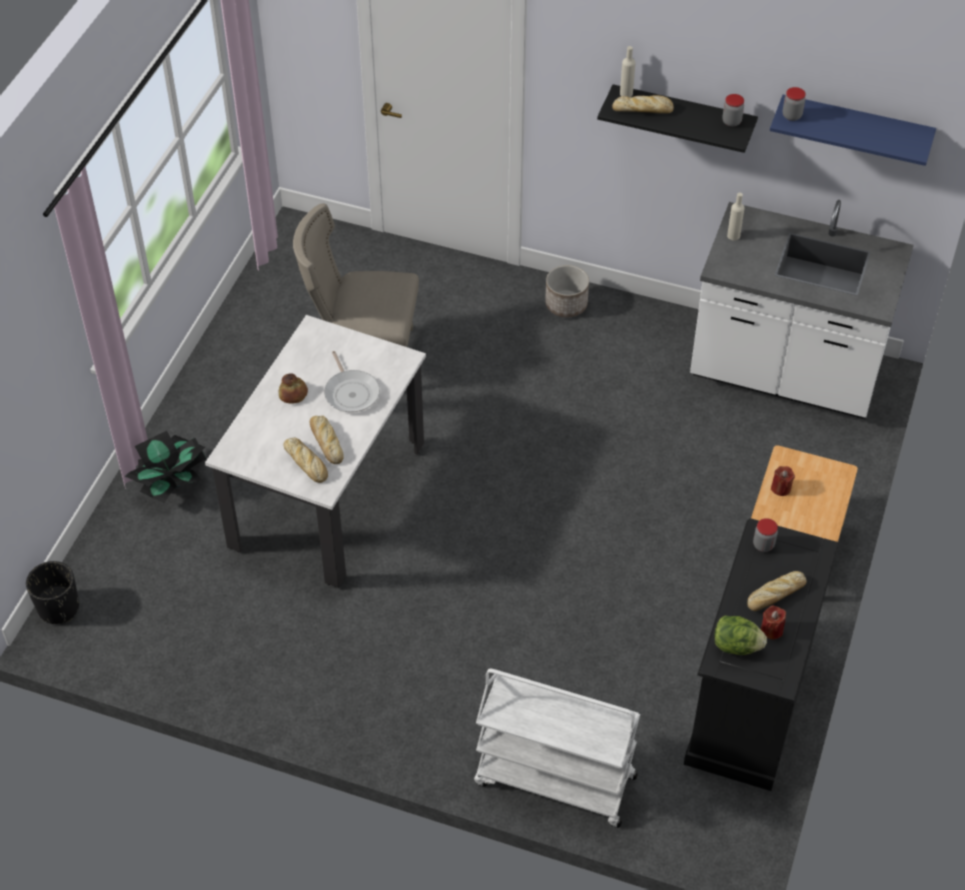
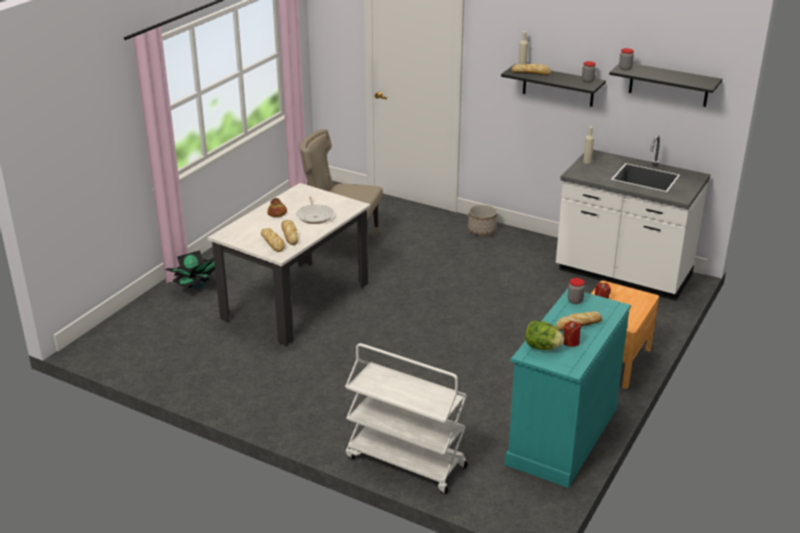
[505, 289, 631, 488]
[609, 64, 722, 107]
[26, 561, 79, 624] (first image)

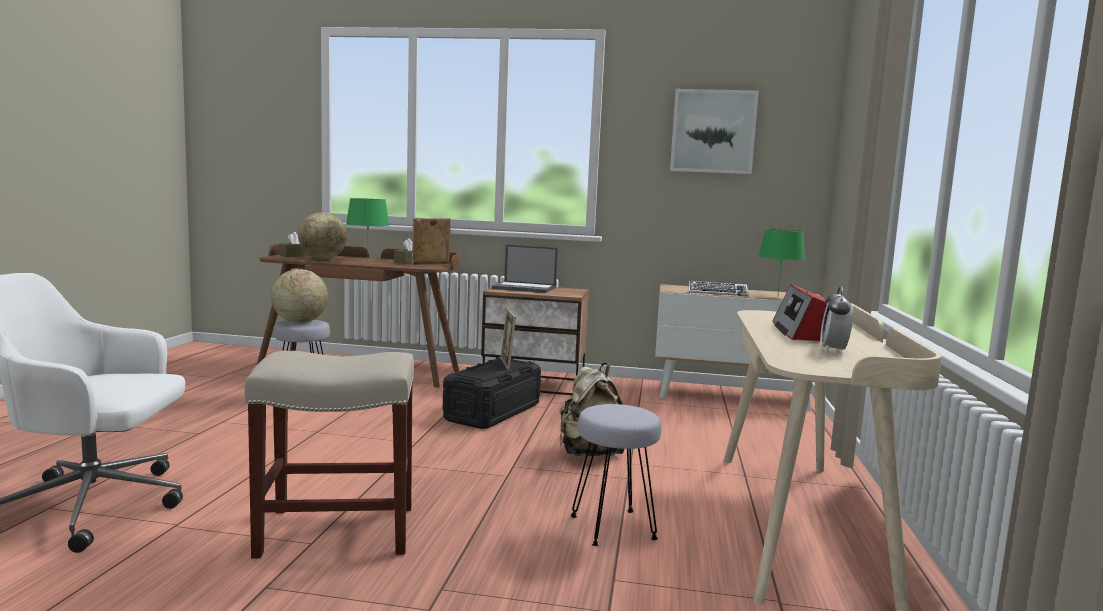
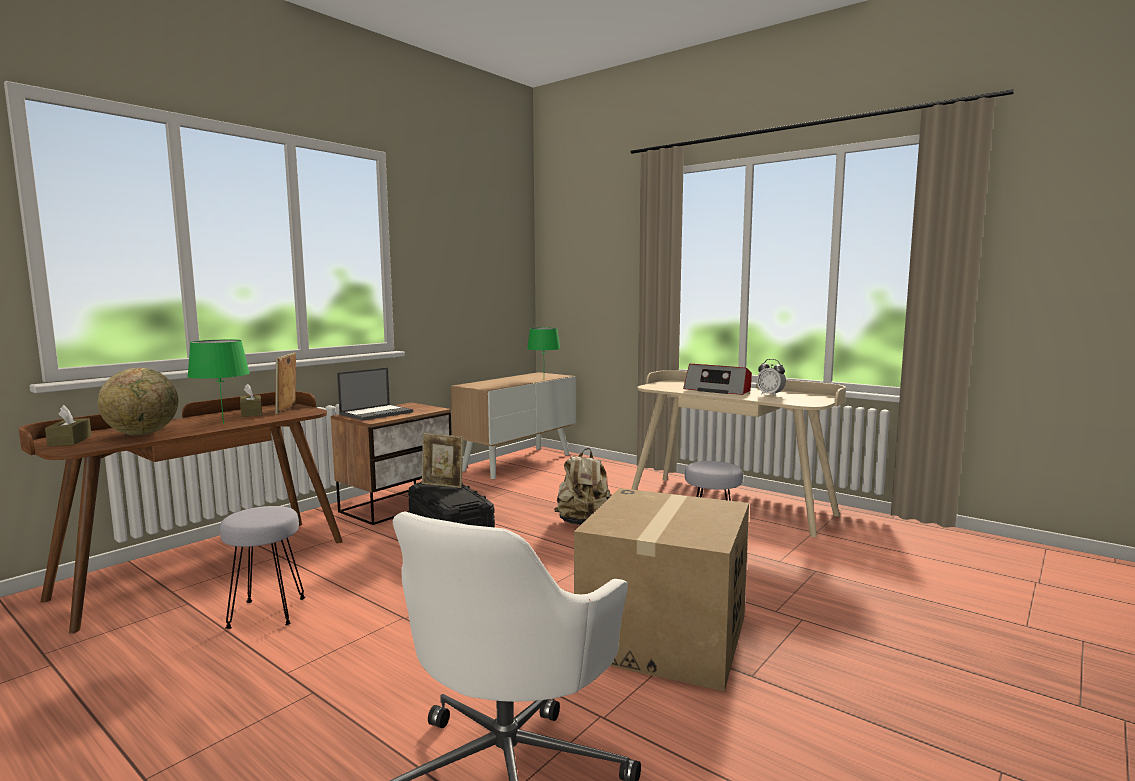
[574, 488, 749, 692]
[271, 269, 328, 323] (first image)
[670, 89, 759, 174] (first image)
[689, 281, 749, 296] (first image)

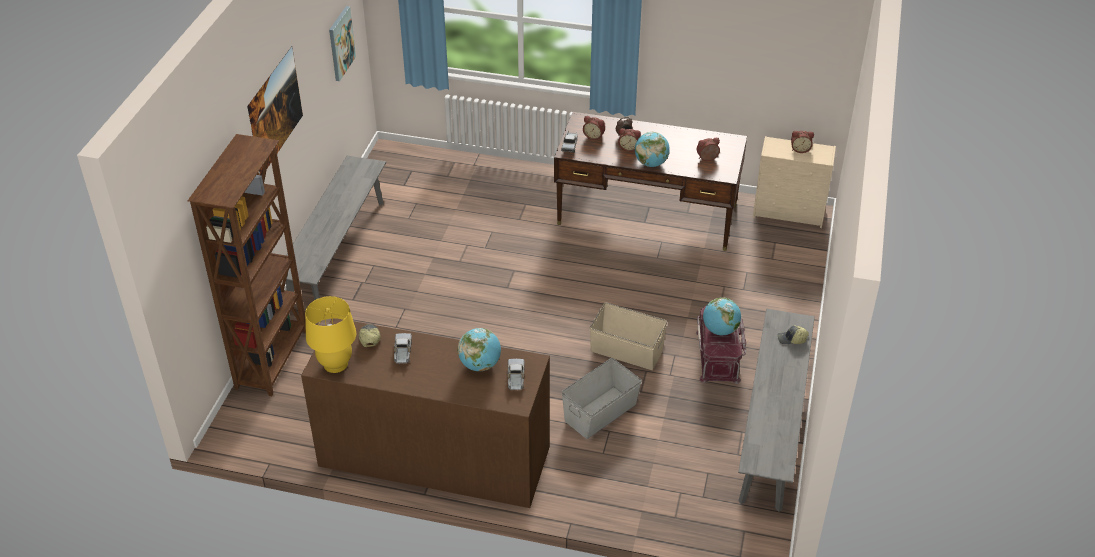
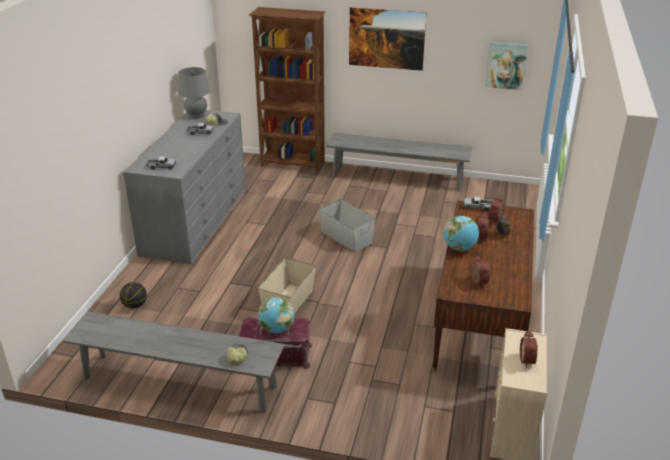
[120, 282, 147, 309]
[123, 110, 246, 264]
[178, 67, 210, 119]
[318, 199, 375, 252]
[458, 328, 501, 371] (first image)

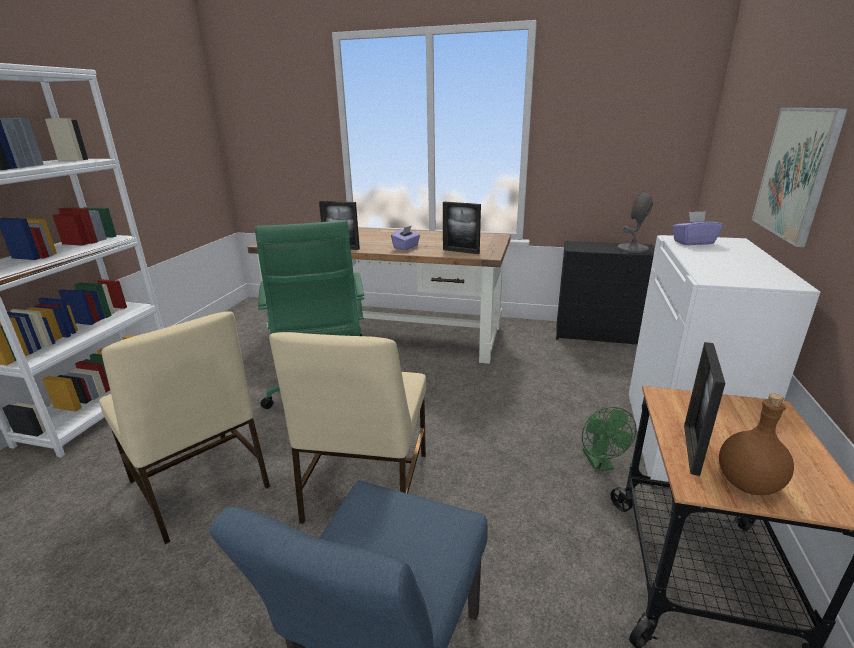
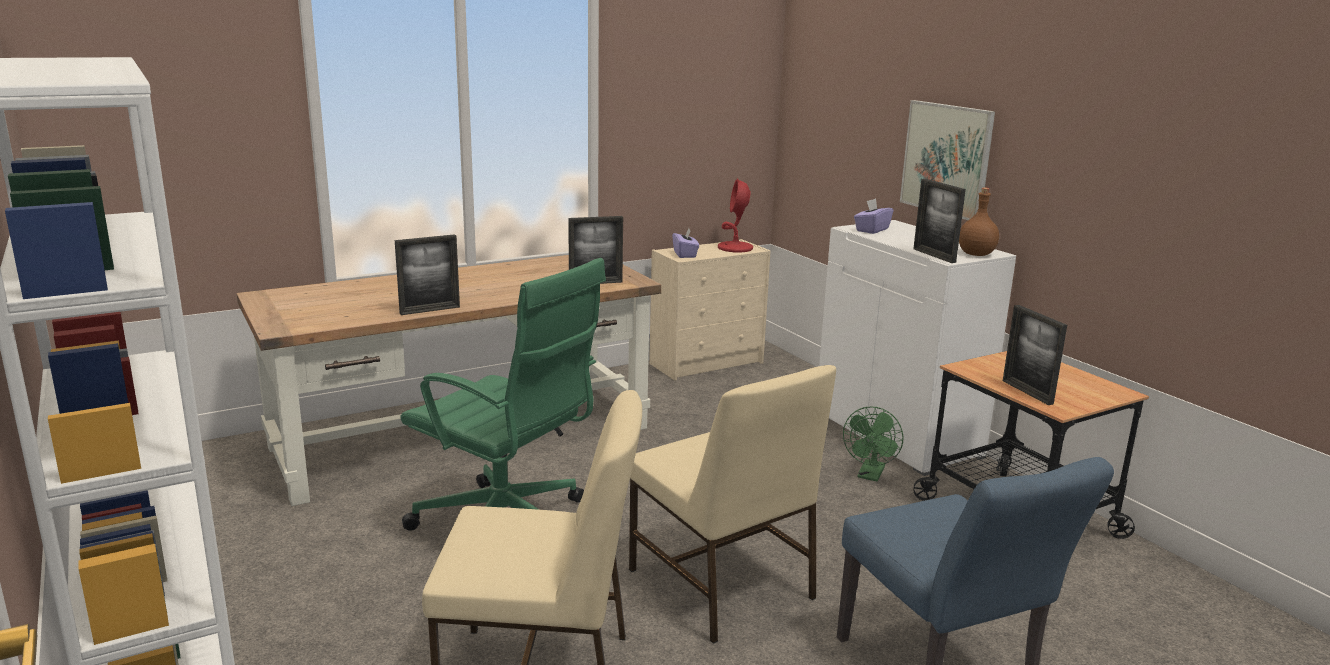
[649, 239, 771, 381]
[672, 228, 699, 258]
[718, 179, 753, 252]
[843, 407, 903, 482]
[913, 179, 966, 263]
[959, 187, 999, 256]

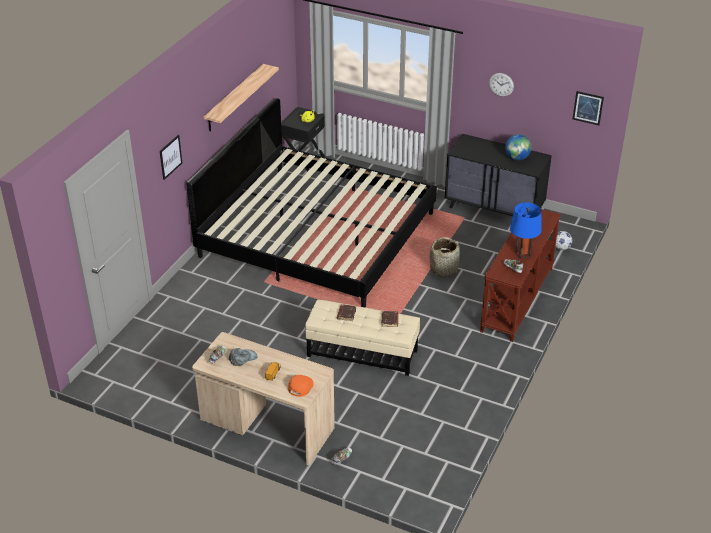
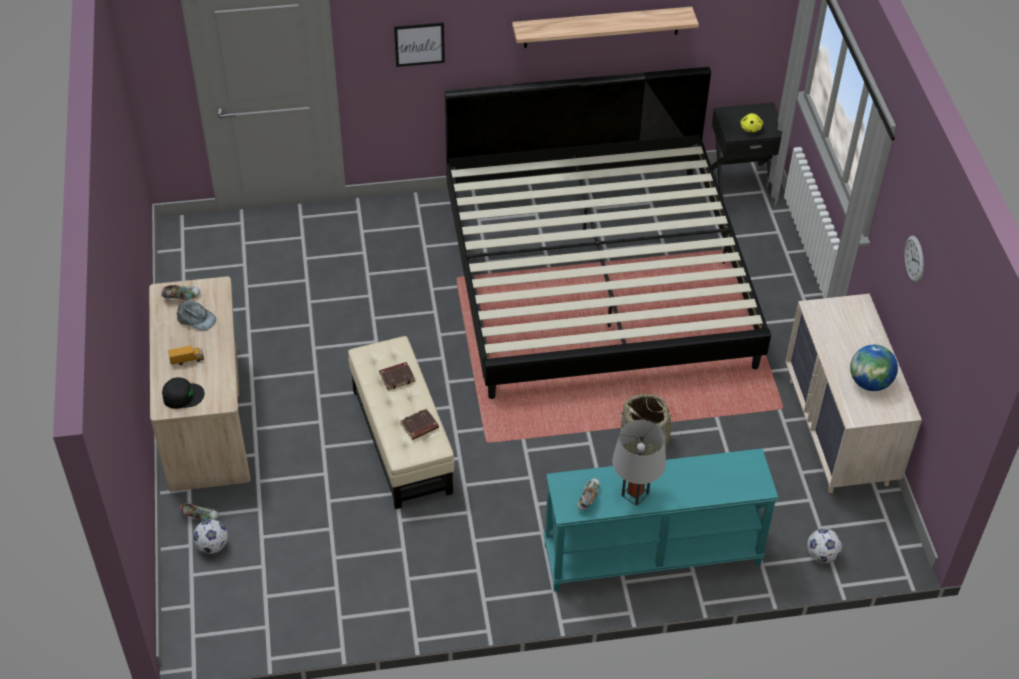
[162, 377, 205, 409]
[193, 519, 228, 554]
[544, 448, 779, 591]
[612, 420, 666, 506]
[785, 294, 922, 493]
[573, 91, 604, 125] (first image)

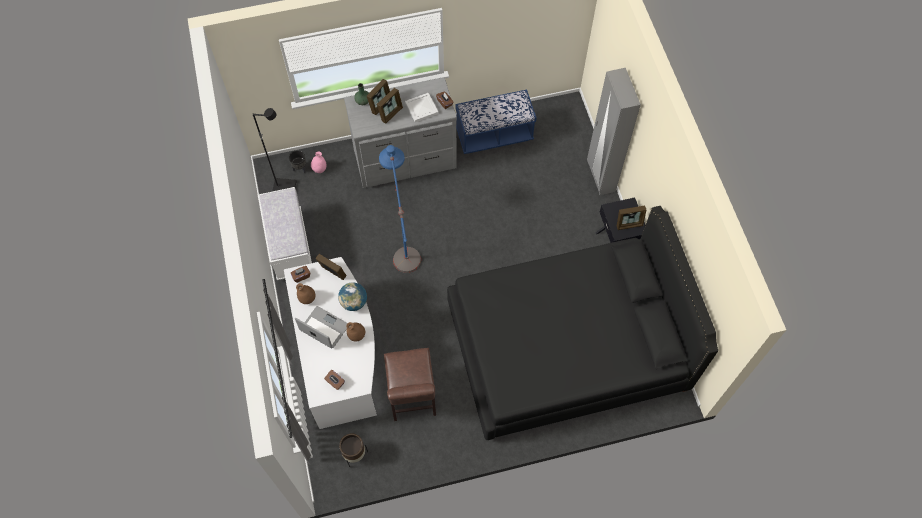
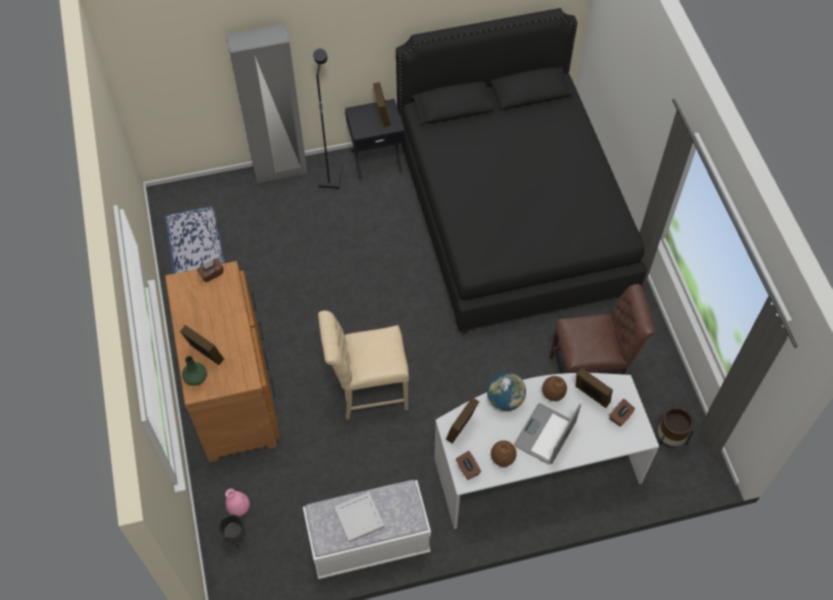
[165, 261, 280, 462]
[313, 49, 343, 189]
[318, 311, 409, 420]
[334, 492, 385, 543]
[575, 368, 613, 408]

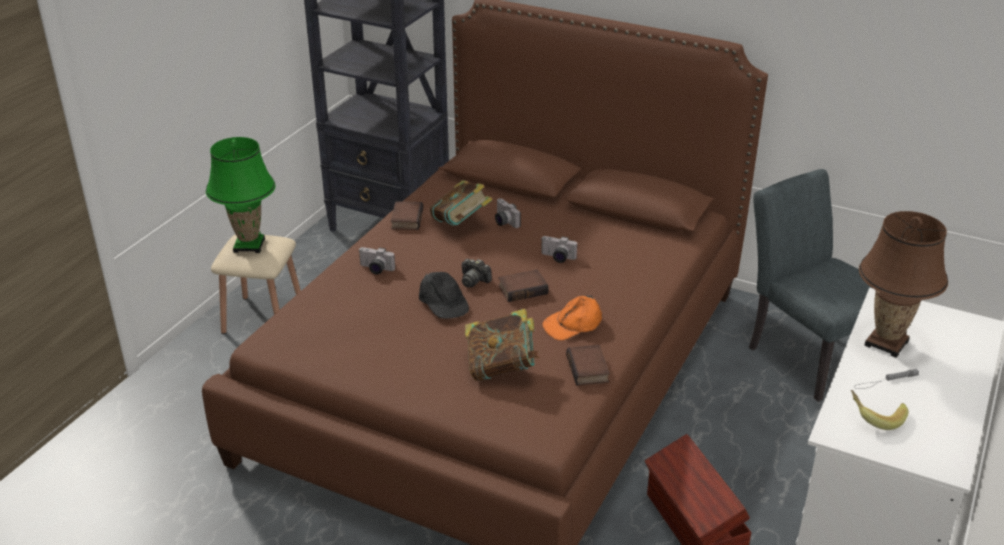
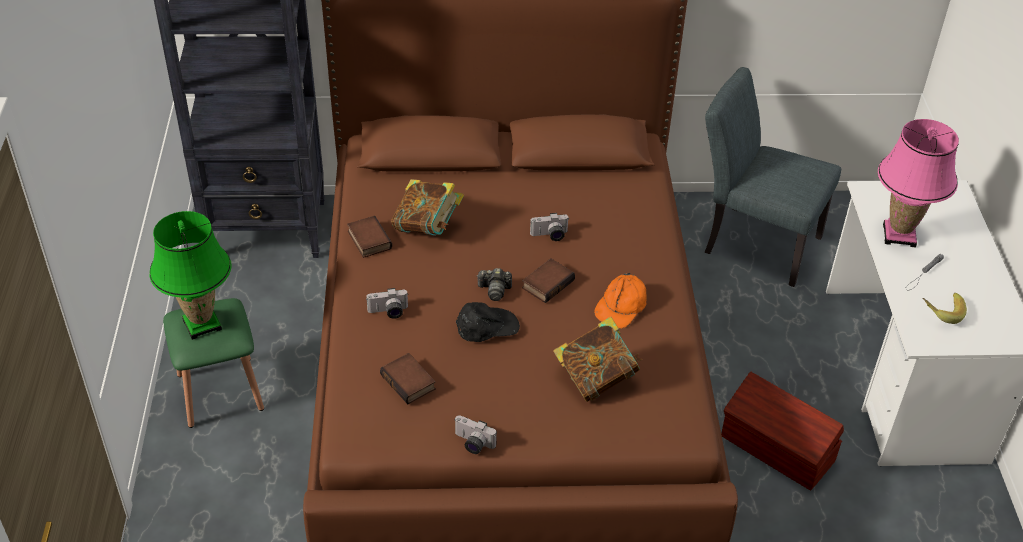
[163, 298, 264, 428]
[380, 353, 436, 405]
[454, 415, 497, 454]
[456, 302, 520, 342]
[878, 119, 959, 247]

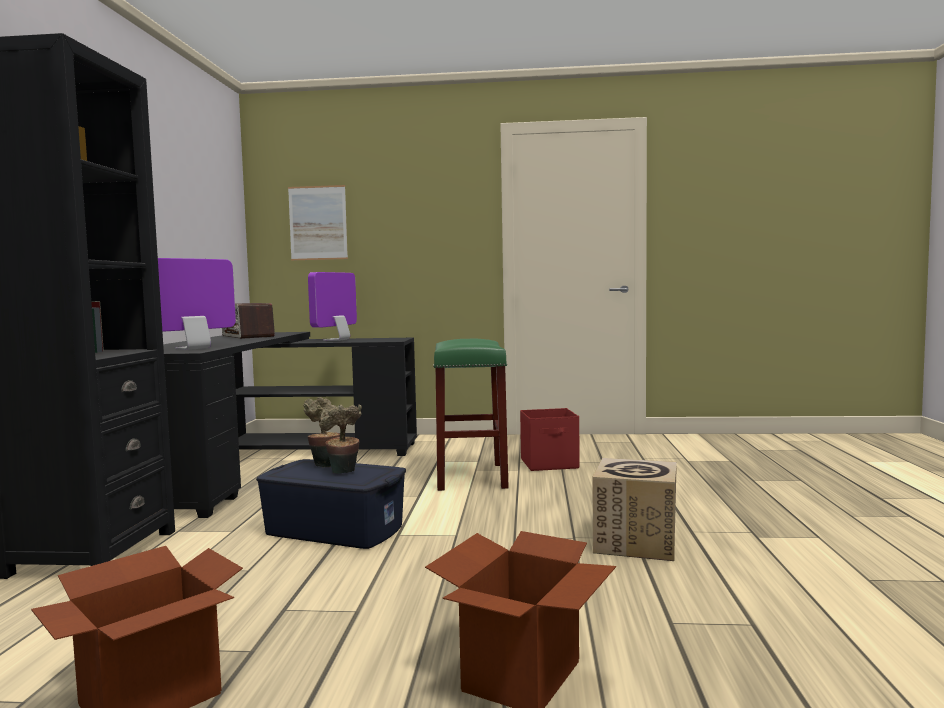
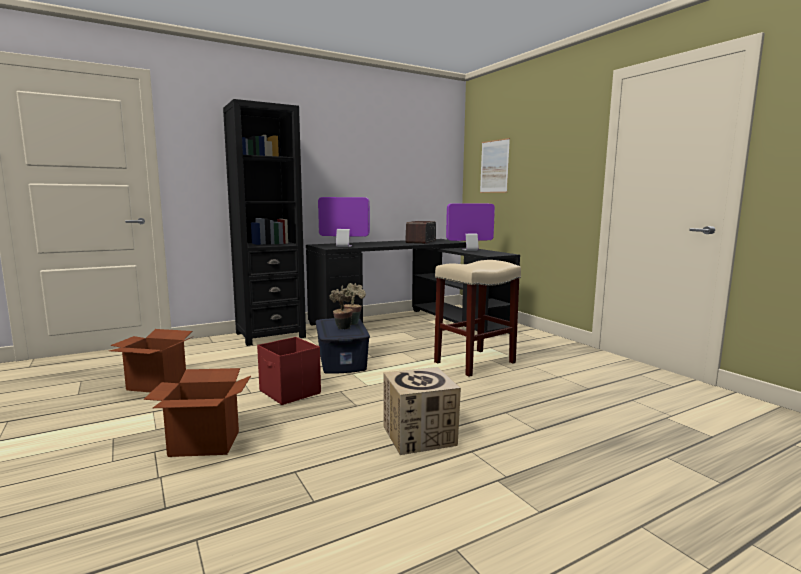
[257, 337, 321, 405]
[434, 260, 521, 377]

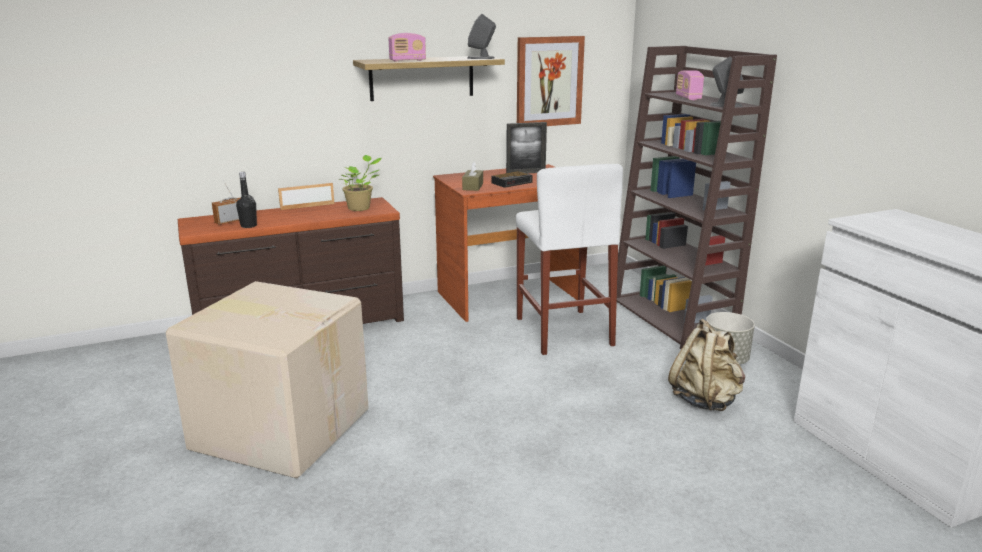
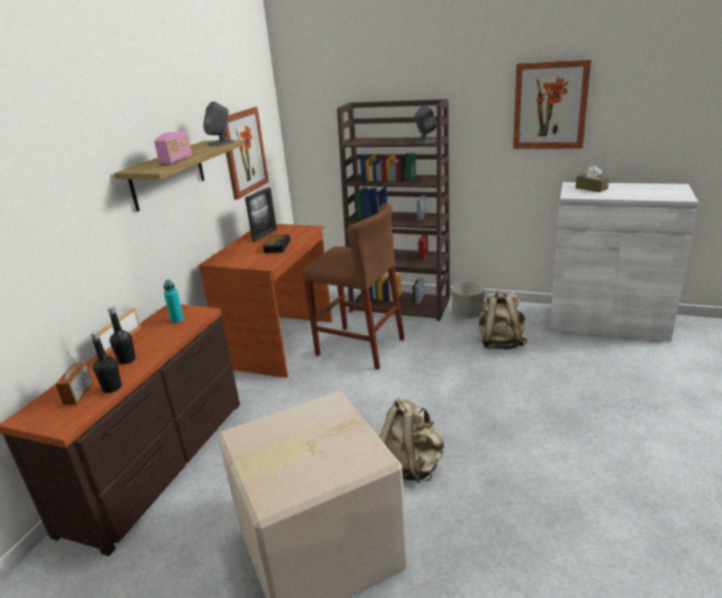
[108, 306, 136, 364]
[163, 280, 184, 323]
[302, 203, 404, 370]
[379, 397, 444, 483]
[513, 59, 591, 149]
[576, 165, 609, 192]
[676, 70, 704, 100] (first image)

